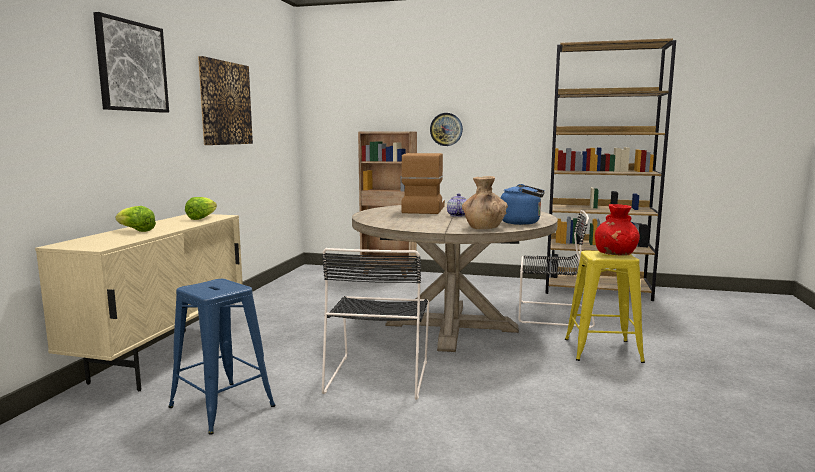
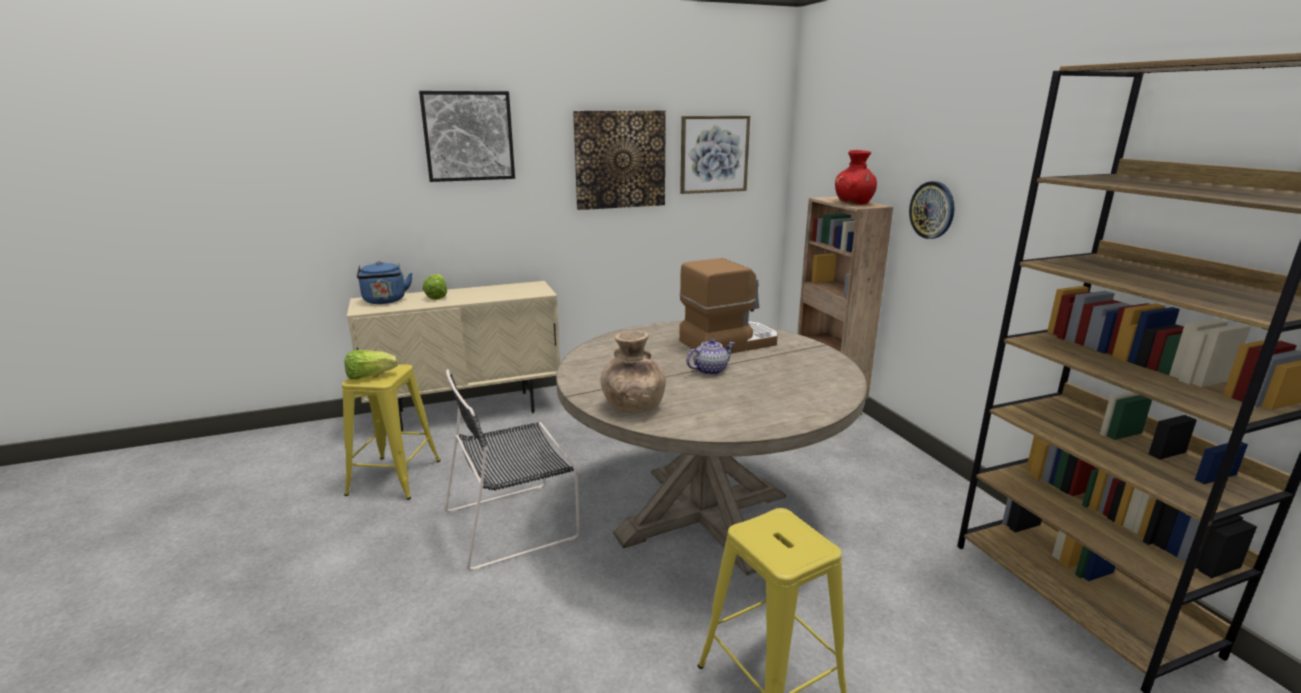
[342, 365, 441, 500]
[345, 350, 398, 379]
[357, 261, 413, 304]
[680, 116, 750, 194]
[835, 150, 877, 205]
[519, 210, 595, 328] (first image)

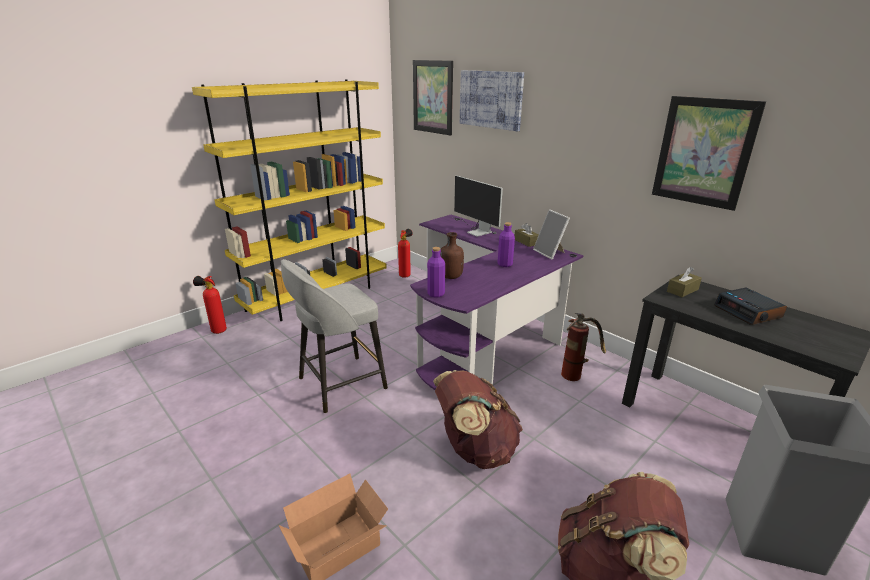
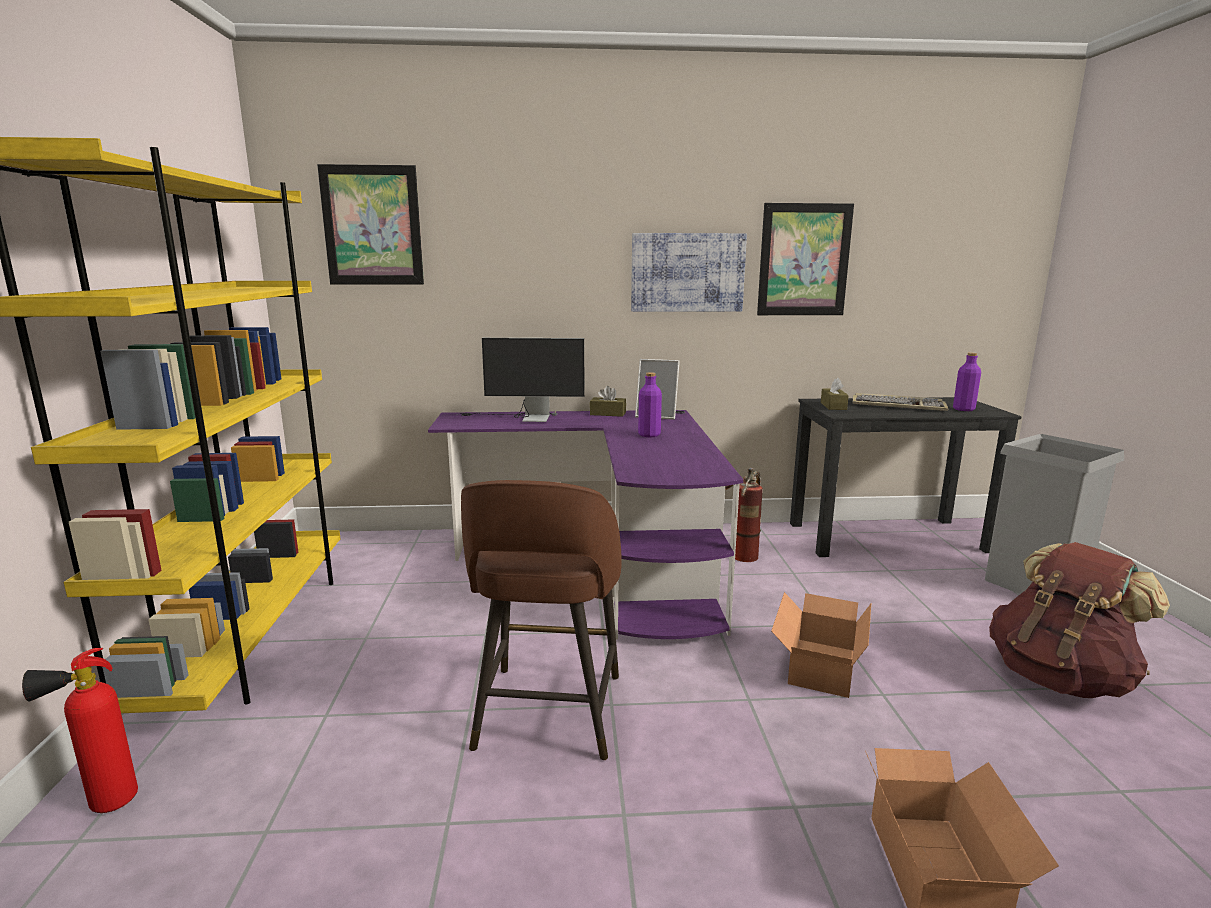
[461, 480, 622, 760]
[631, 233, 747, 312]
[771, 592, 871, 698]
[853, 393, 948, 411]
[953, 352, 981, 411]
[398, 229, 413, 278] (first image)
[440, 232, 464, 279] (first image)

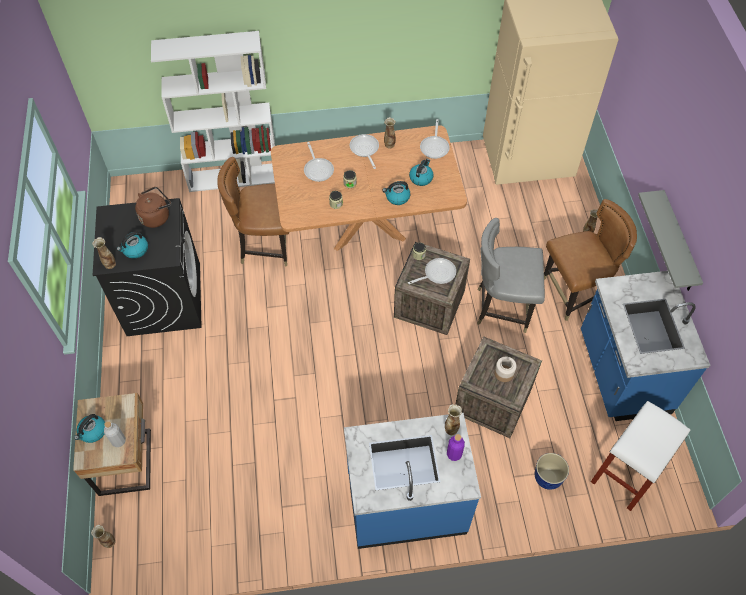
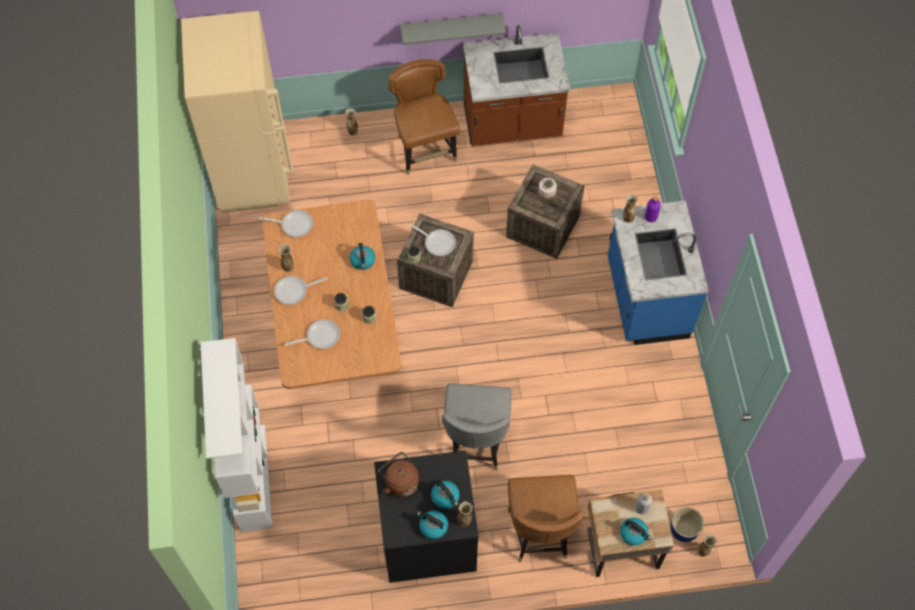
[409, 223, 456, 256]
[417, 511, 448, 539]
[442, 384, 512, 471]
[463, 25, 570, 146]
[508, 475, 585, 562]
[670, 507, 704, 542]
[591, 401, 691, 511] (first image)

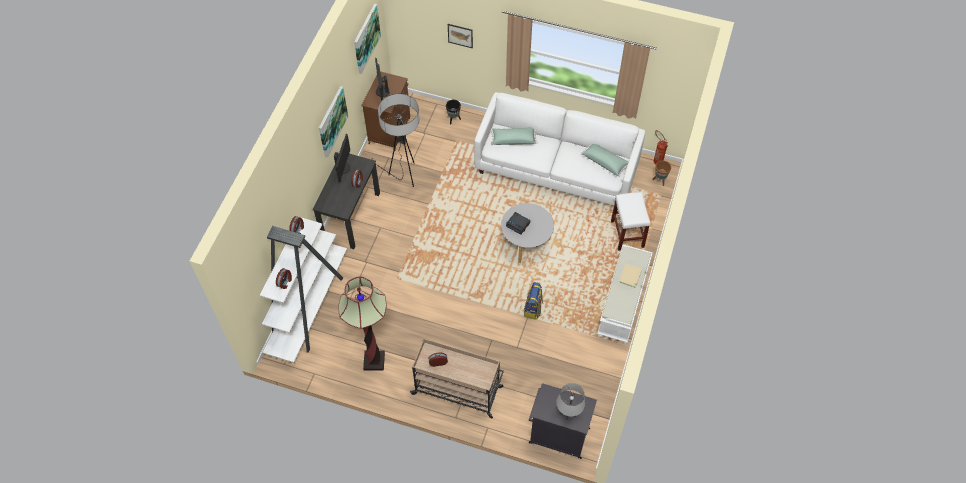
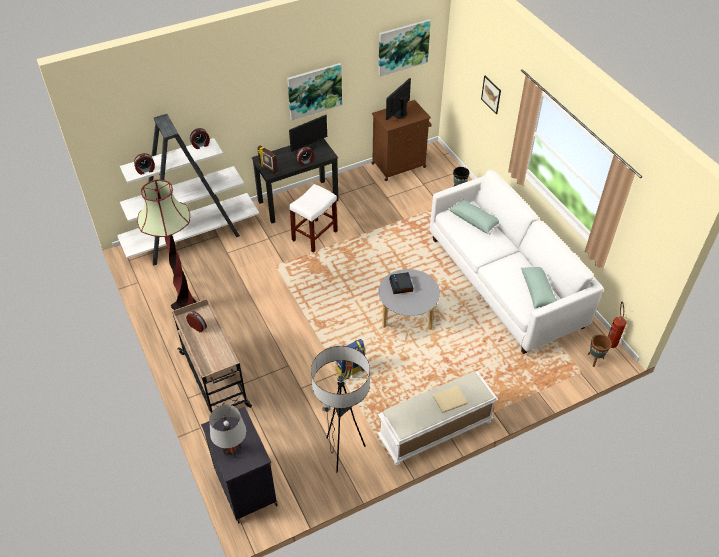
[257, 145, 278, 174]
[289, 184, 338, 253]
[311, 346, 370, 473]

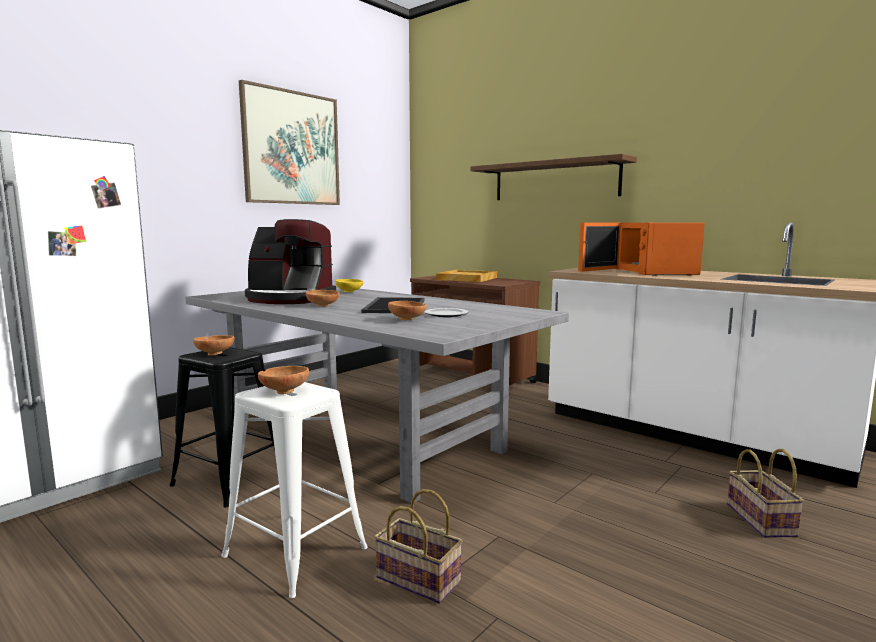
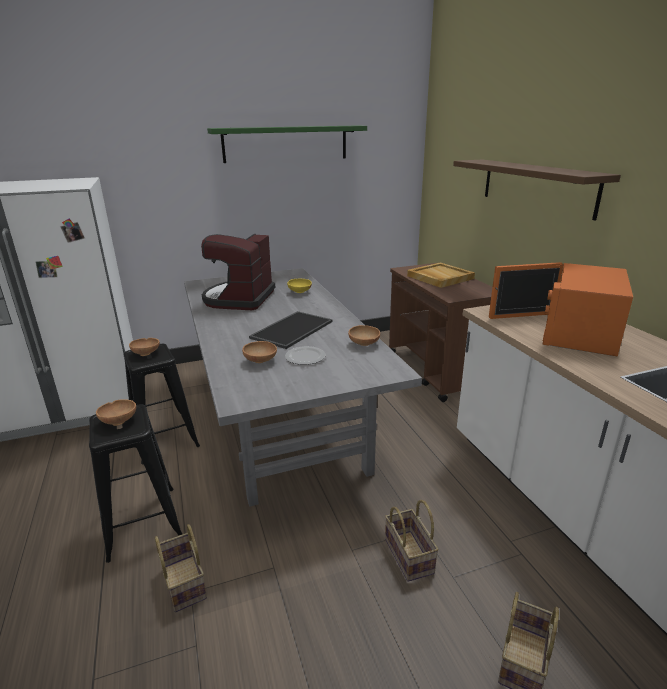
[89, 404, 182, 563]
[201, 234, 276, 310]
[207, 126, 367, 163]
[348, 325, 380, 346]
[385, 500, 439, 582]

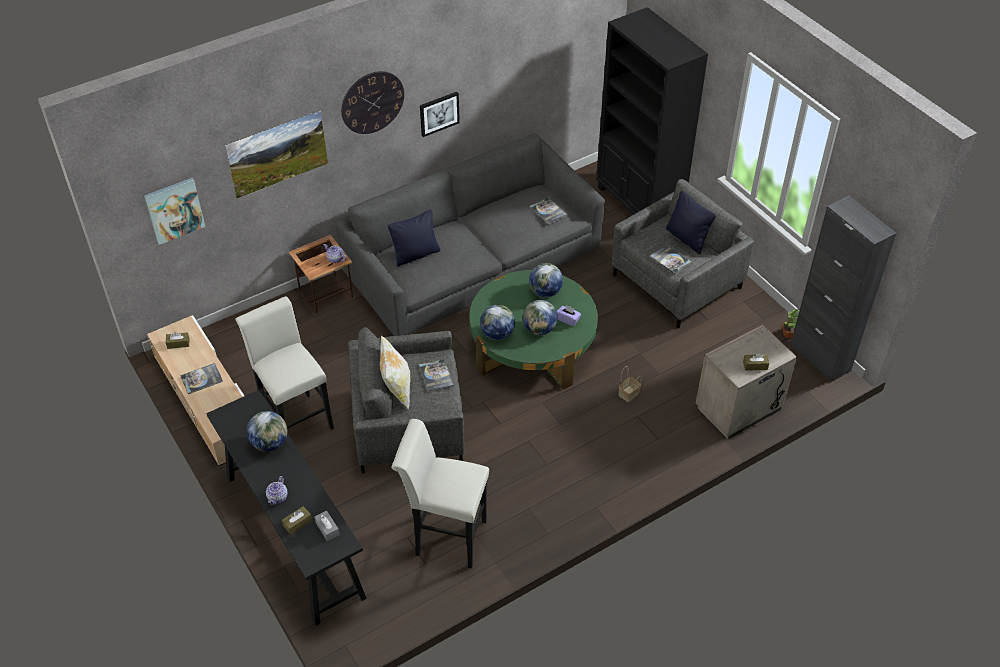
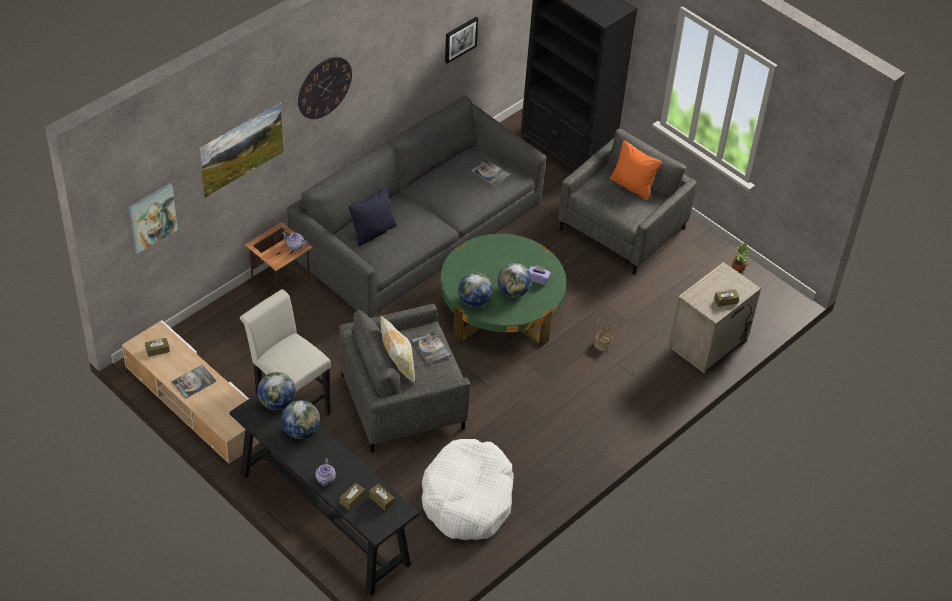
[258, 372, 296, 410]
[369, 484, 395, 511]
[421, 439, 514, 540]
[445, 17, 478, 64]
[610, 141, 662, 200]
[649, 244, 691, 274] (first image)
[790, 196, 896, 382] (first image)

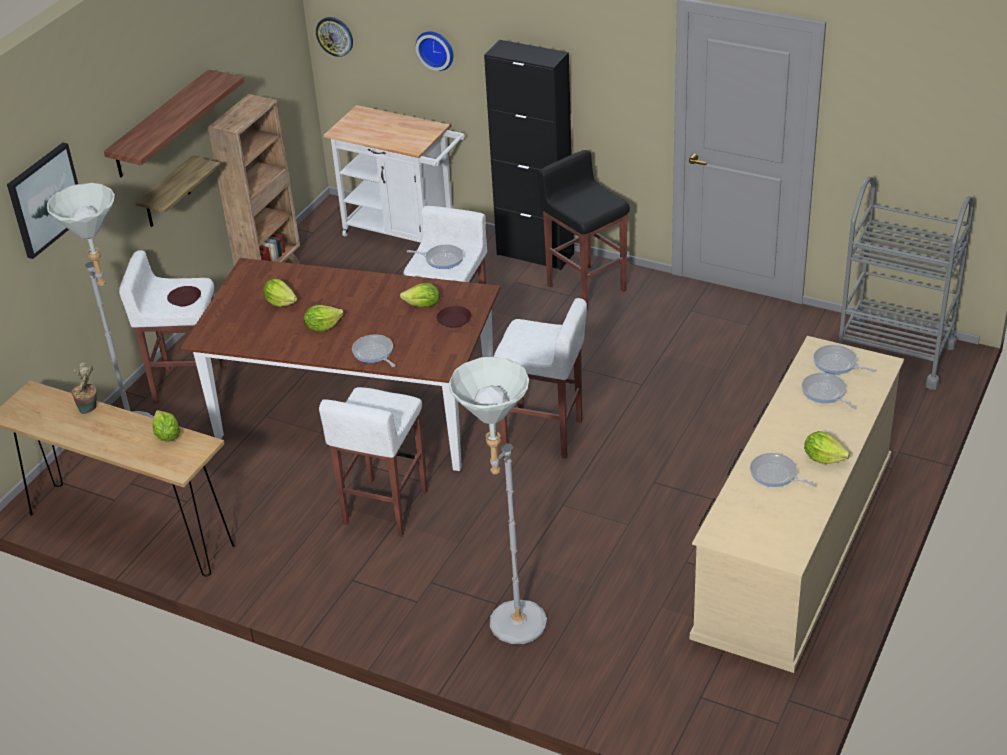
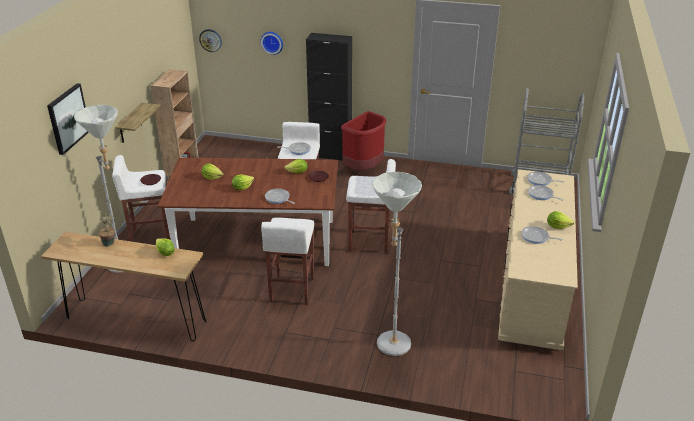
[341, 111, 386, 171]
[104, 69, 244, 177] (first image)
[324, 105, 465, 243] (first image)

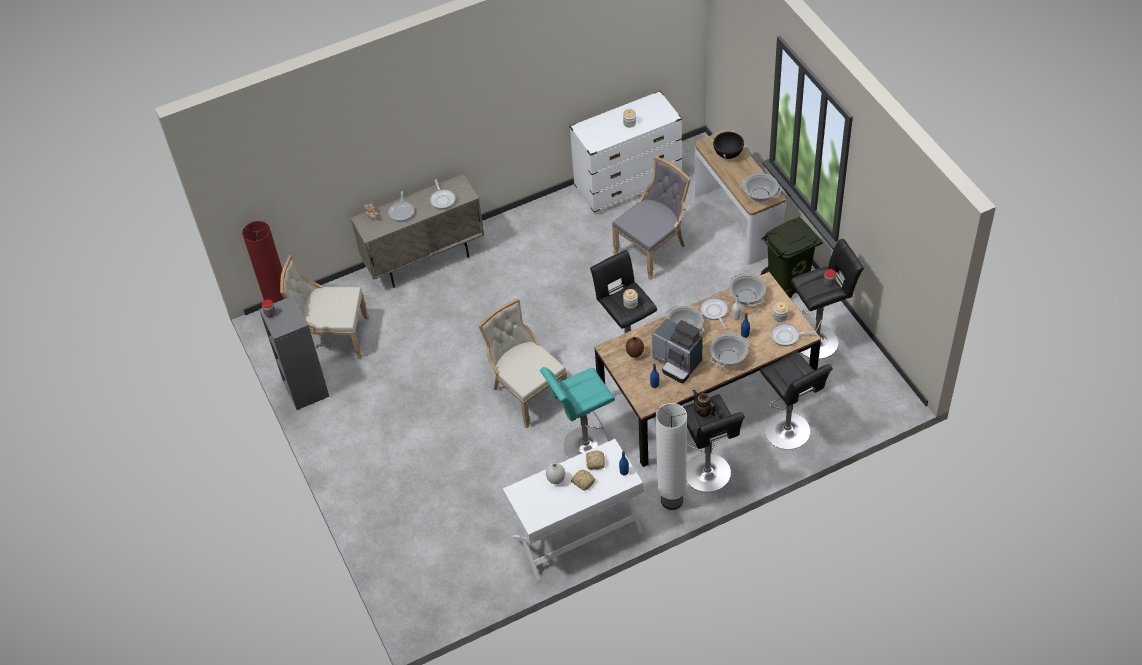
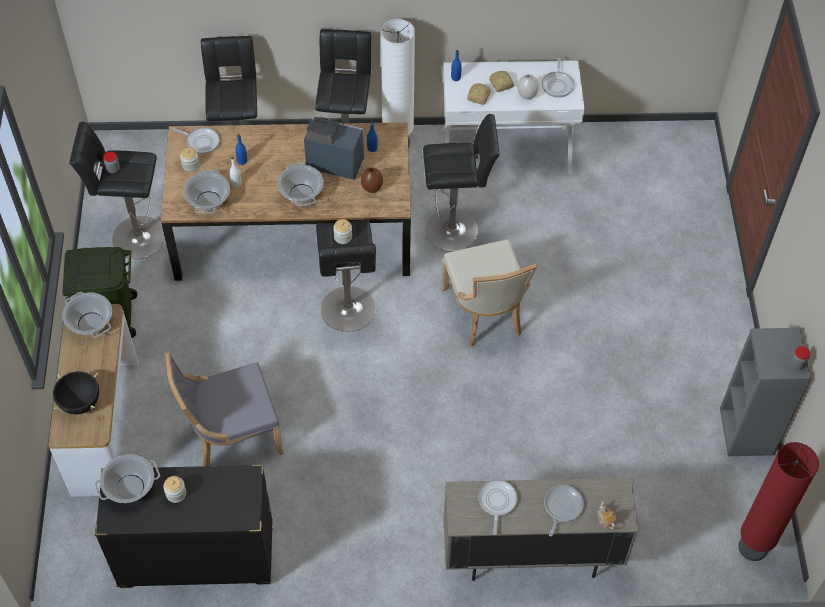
[95, 454, 160, 503]
[95, 465, 273, 588]
[304, 117, 364, 180]
[423, 114, 500, 252]
[542, 58, 574, 98]
[280, 255, 369, 359] (first image)
[693, 390, 716, 417] (first image)

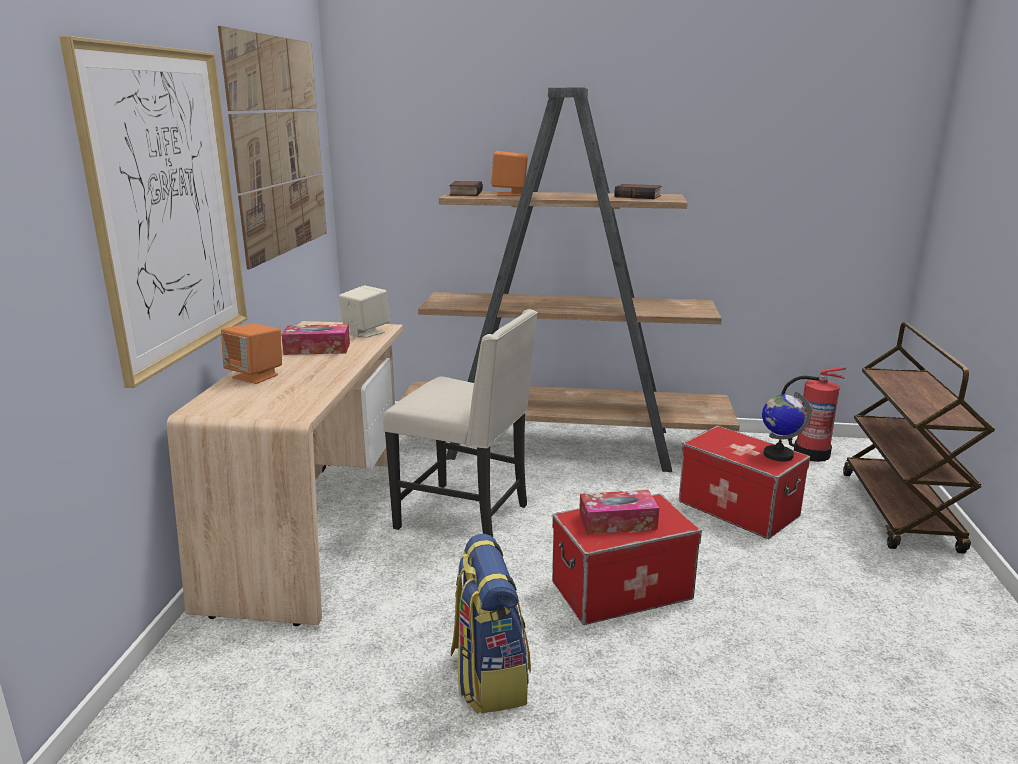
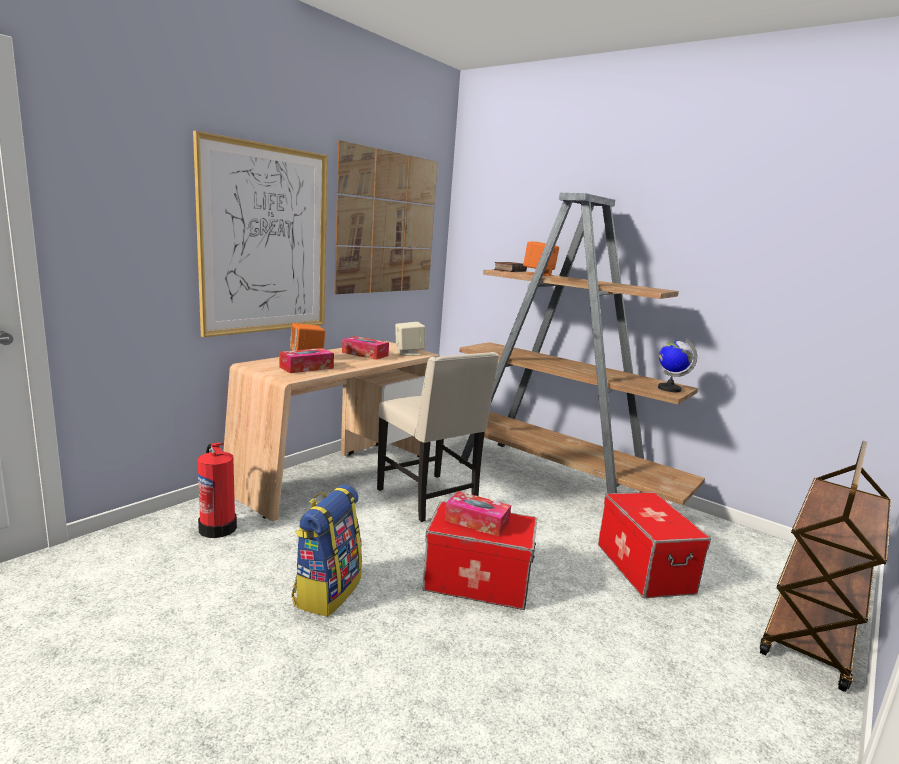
[198, 443, 237, 538]
[279, 348, 334, 373]
[658, 338, 697, 392]
[614, 184, 662, 199] (first image)

